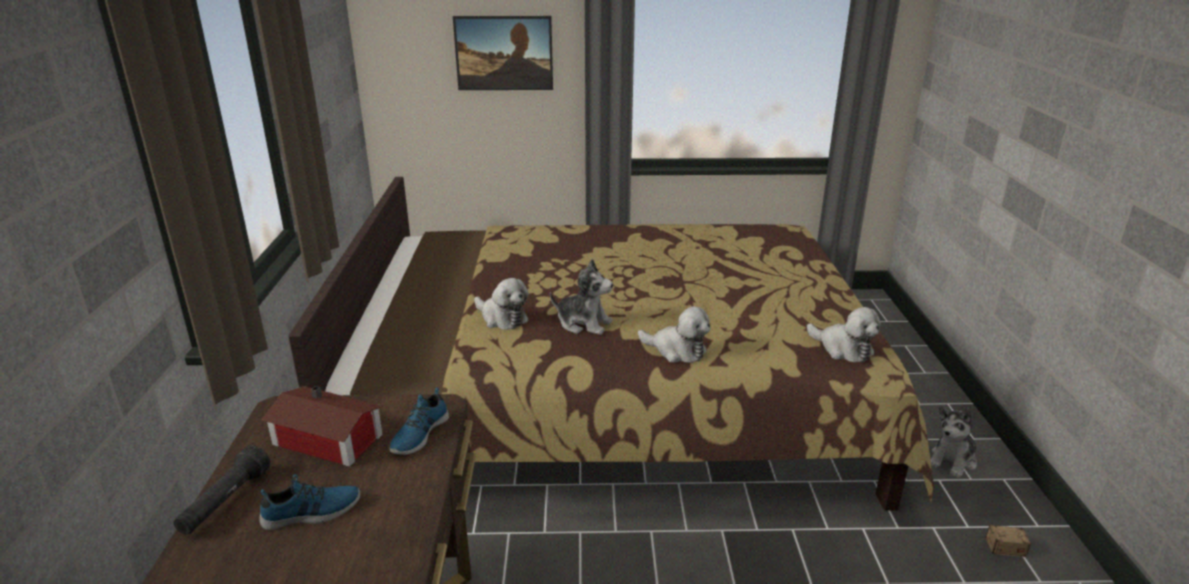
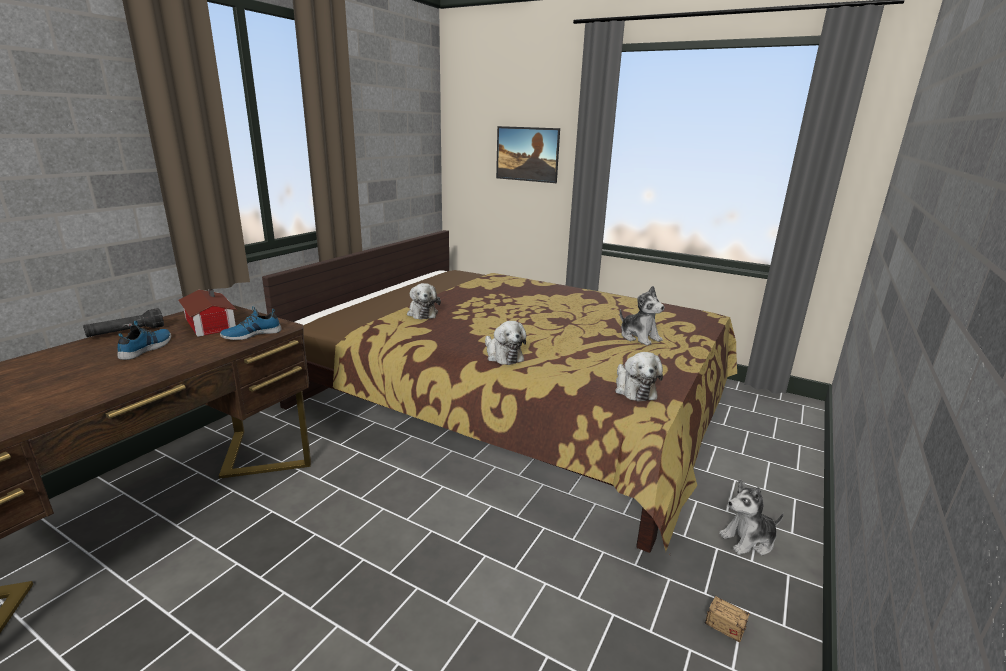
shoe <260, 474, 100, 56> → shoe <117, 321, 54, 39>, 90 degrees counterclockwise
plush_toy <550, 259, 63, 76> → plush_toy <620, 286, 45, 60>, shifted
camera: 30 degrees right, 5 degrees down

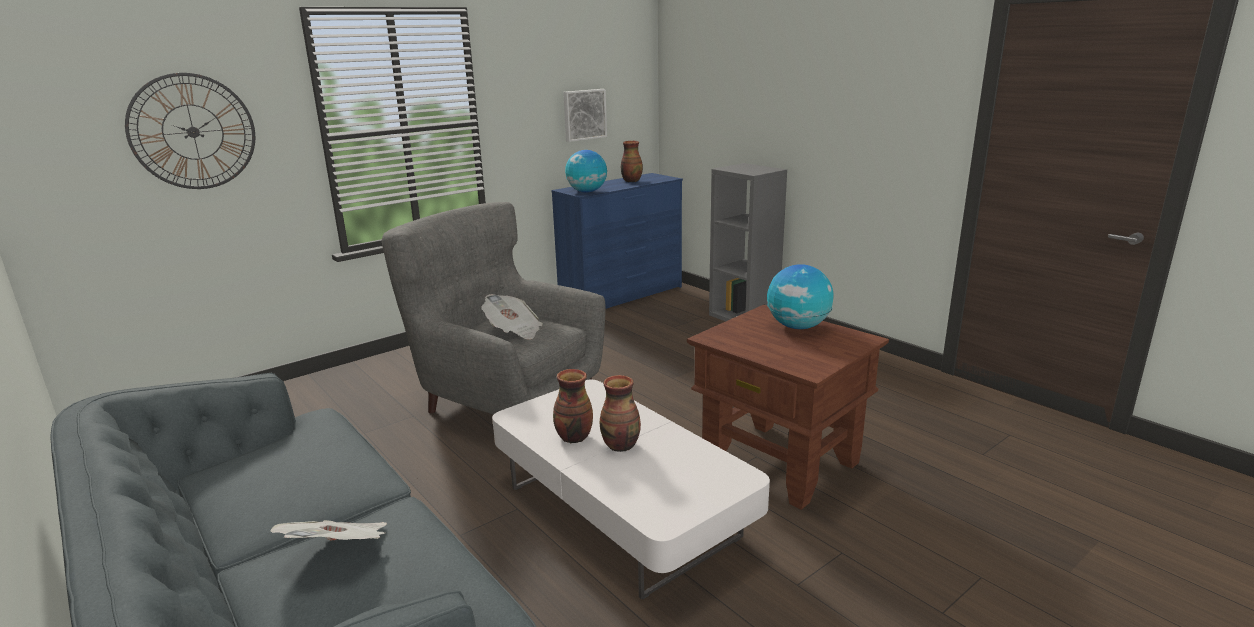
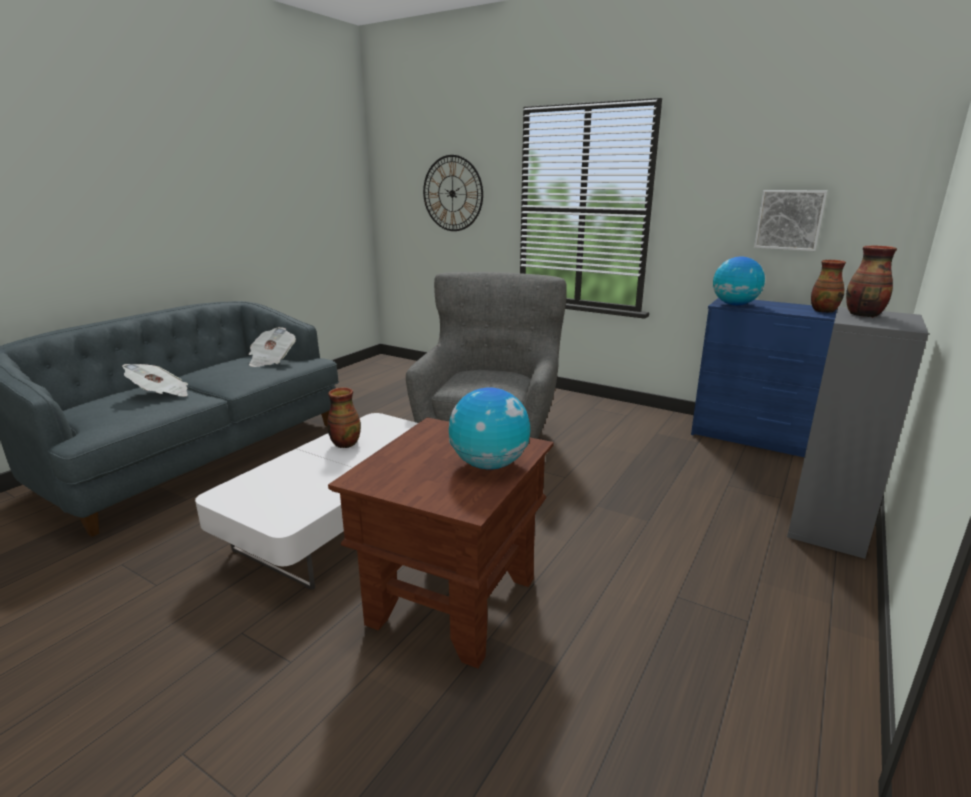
newspaper <481, 294, 62, 45> → newspaper <249, 327, 47, 40>, shifted
decorative_vase <600, 375, 41, 77> → decorative_vase <846, 245, 51, 73>, shifted
camera: 70 degrees right, 0 degrees up

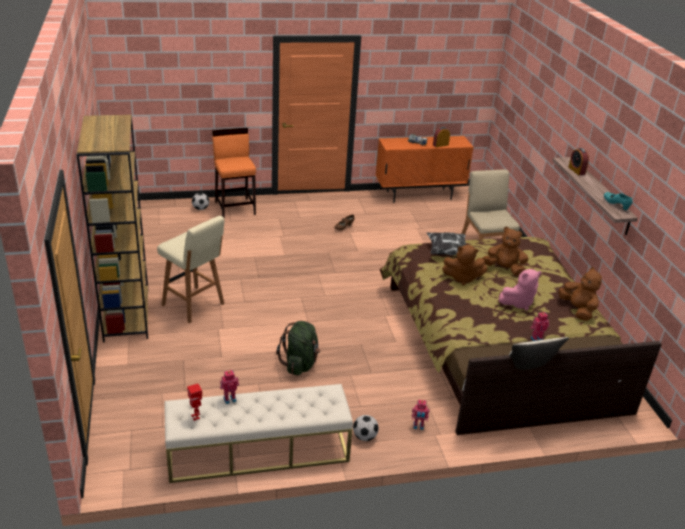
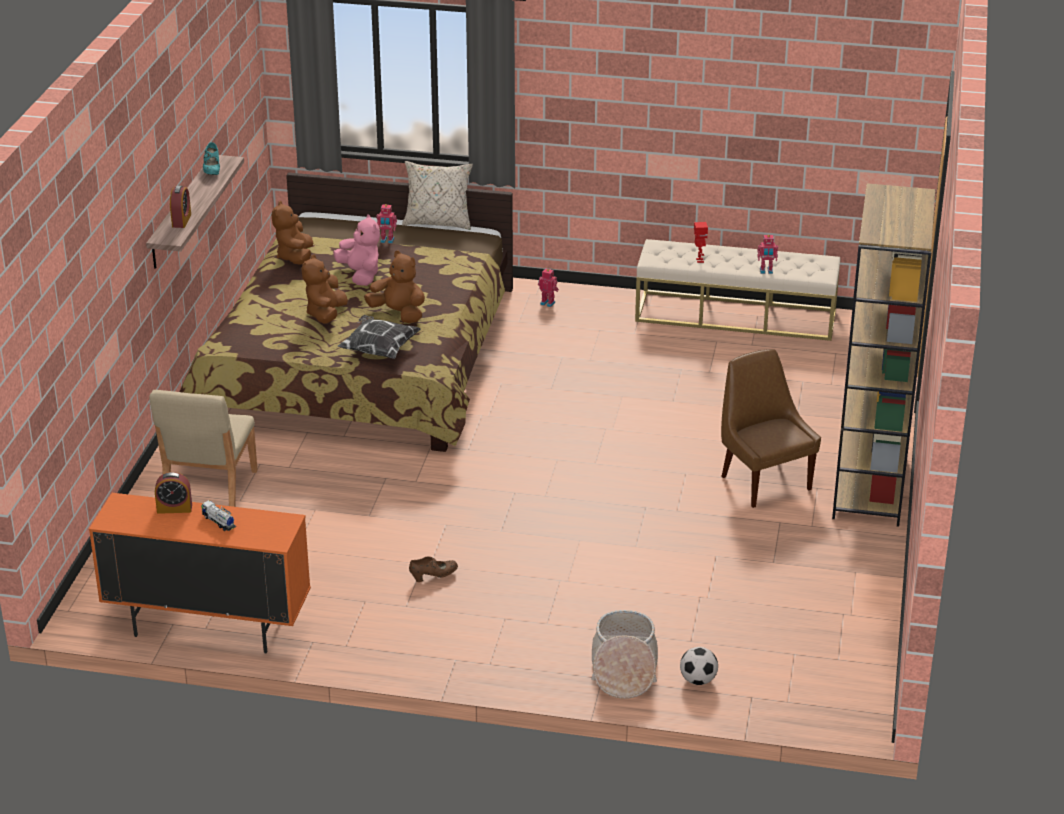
beige-coloured_sitting_stool <157, 216, 68, 107> → brownish_upright_chair <721, 349, 100, 159>
model_robot <187, 384, 15, 37> → model_robot <694, 222, 14, 41>, shifted
orange-coloured_sitting_stool <212, 128, 44, 89> → basket <591, 610, 67, 89>
green-coloured_knapsack <276, 321, 45, 54> → -
ball_for_football <353, 415, 26, 26> → -
brownish_plush_toy <482, 227, 46, 49> → brownish_plush_toy <301, 255, 47, 68>, 60 degrees clockwise
pink-coloured_plush_toy <498, 269, 44, 42> → pink-coloured_plush_toy <333, 214, 47, 72>, 60 degrees clockwise
camera: 155 degrees left, 0 degrees up

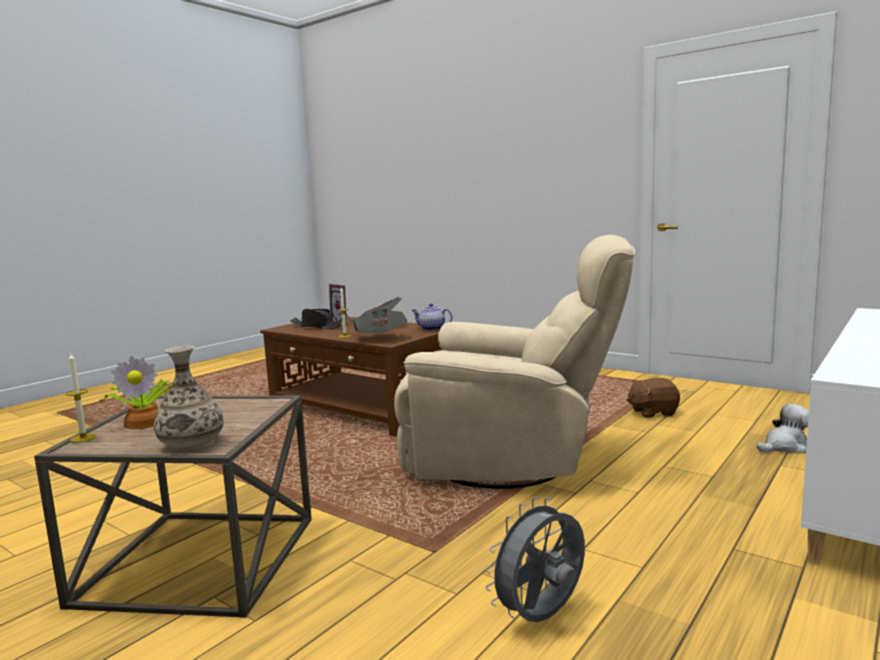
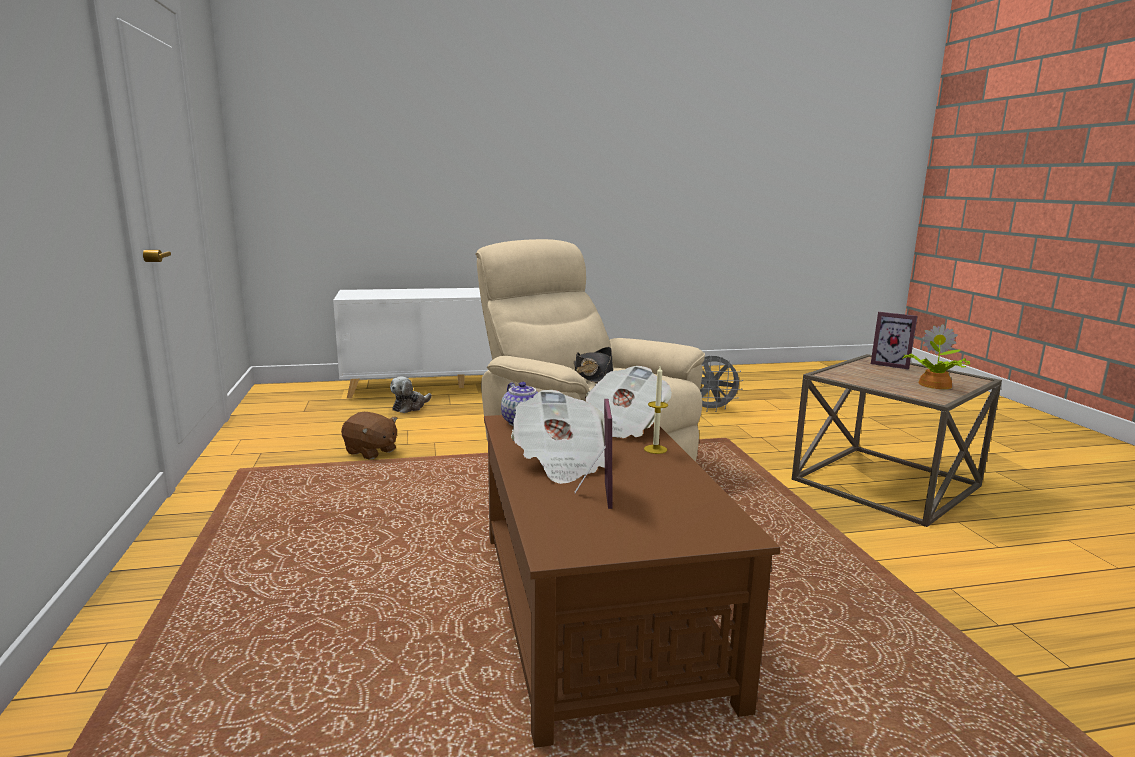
wax_light <65, 352, 32, 90> → -
decorative_vase <154, 345, 70, 108> → picture_frame <871, 312, 47, 58>
blackish_clothing_hat <290, 309, 52, 20> → blackish_clothing_hat <574, 347, 39, 36>, shifted
plush_toy <757, 404, 52, 49> → plush_toy <390, 376, 42, 37>, 75 degrees counterclockwise
camera: 140 degrees left, 5 degrees up

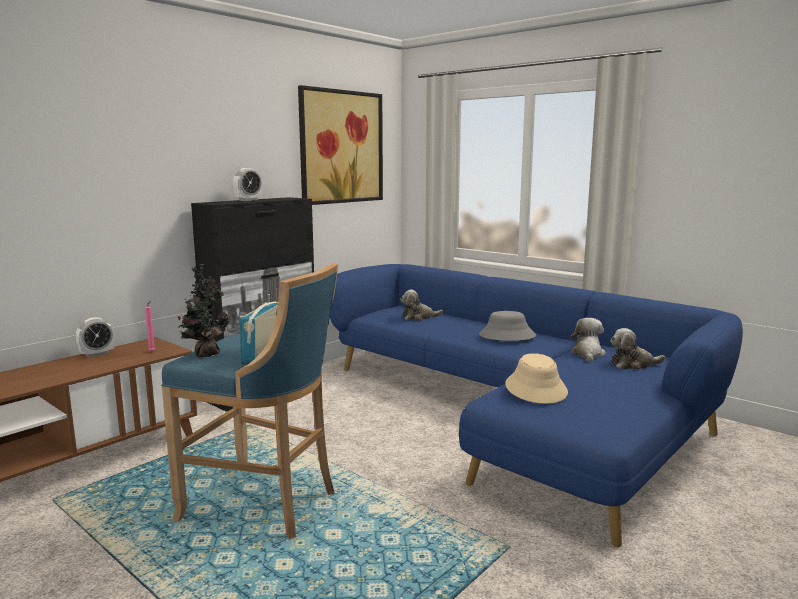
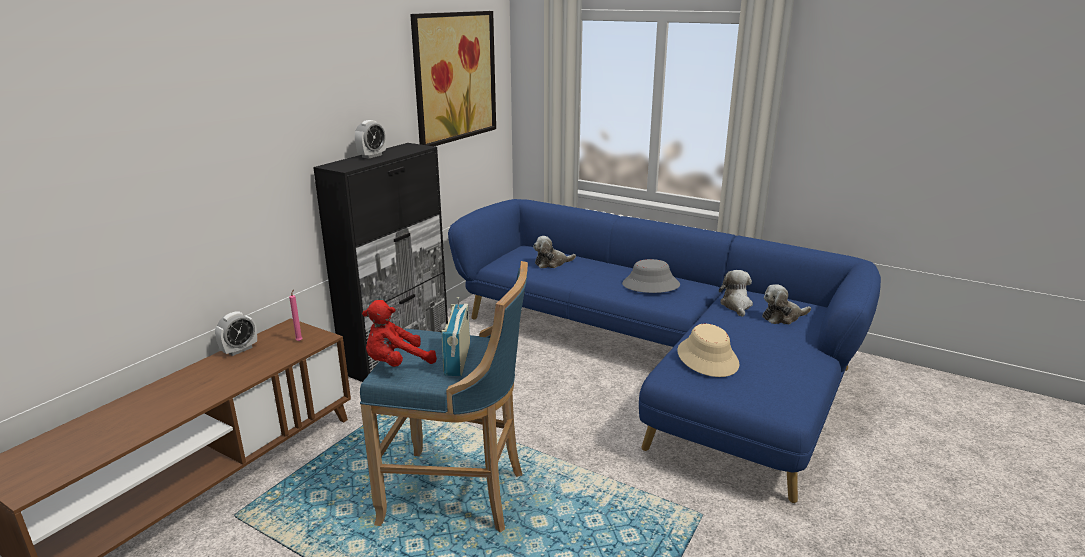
houseplant <178, 264, 51, 93> → red_plush_toy <362, 300, 75, 67>
camera: 10 degrees left, 10 degrees up

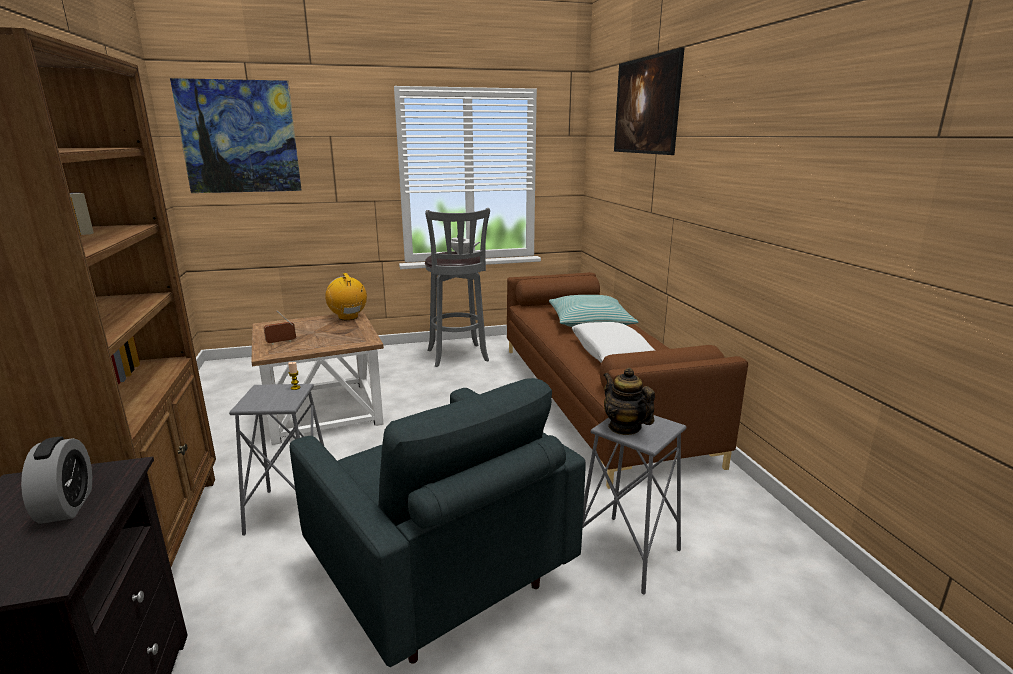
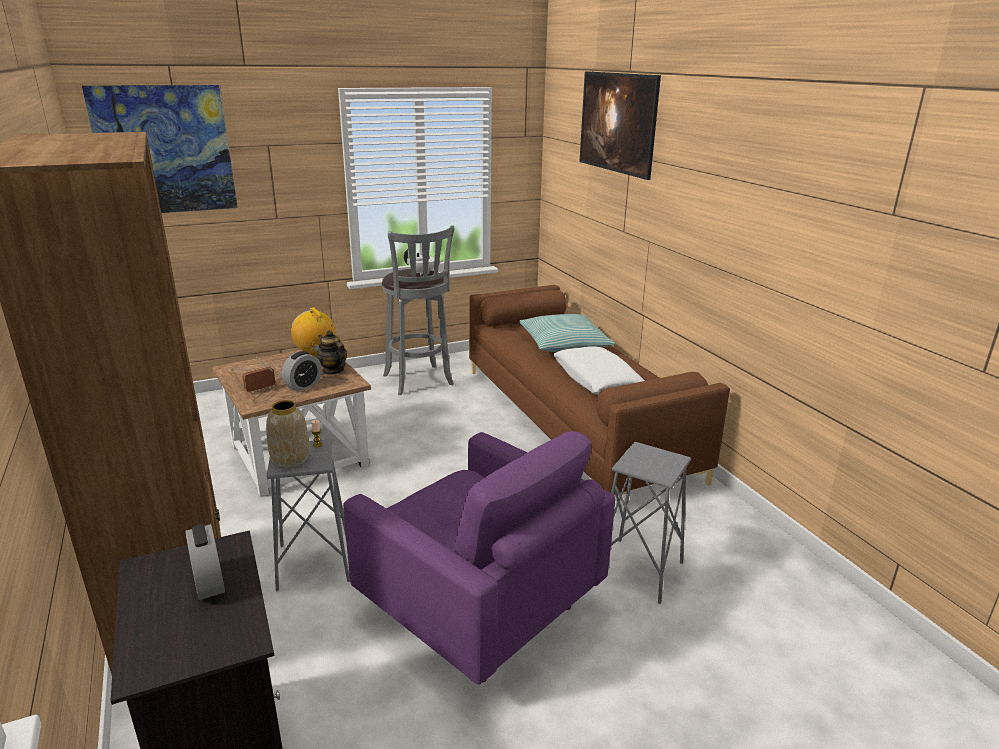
grey_easy_chair <289, 378, 297, 289> → purple_easy_chair <343, 431, 272, 254>
pot_for_tea <603, 367, 52, 68> → pot_for_tea <316, 330, 31, 45>, shifted
- → decorative_vase <266, 400, 44, 68>
- → alarm_clock <282, 351, 40, 40>
camera: 10 degrees left, 5 degrees up

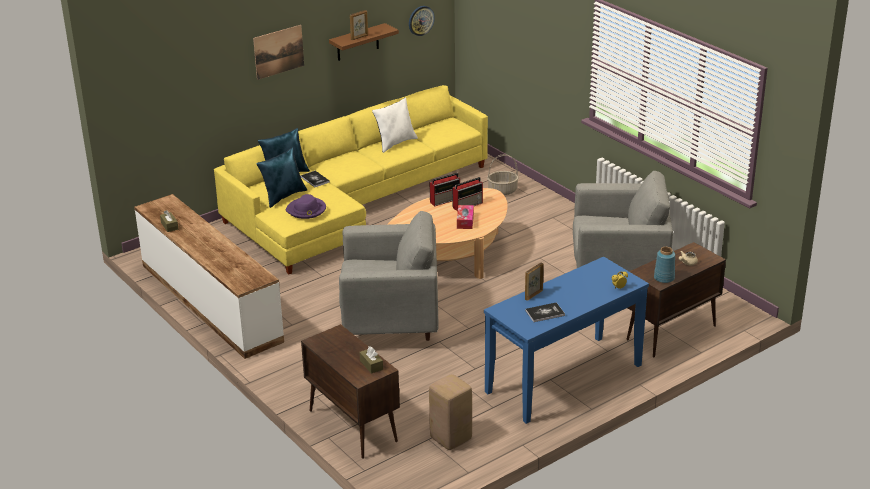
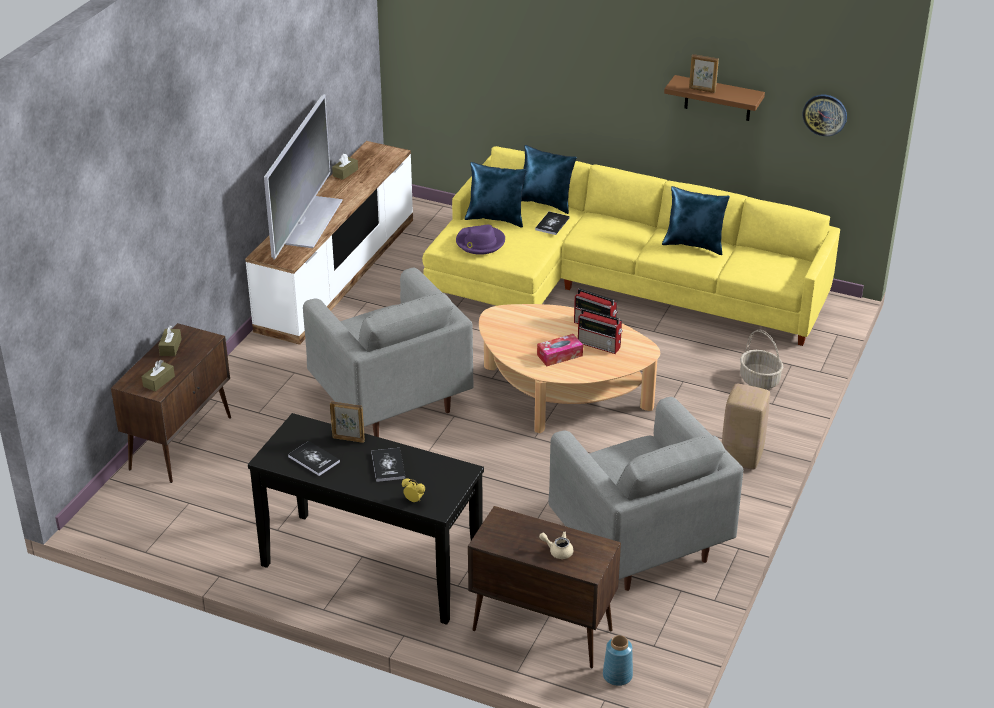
wall_picture <253, 25, 51, 55> → -
whitish_cushion <372, 97, 46, 56> → bluish_cushion <662, 186, 68, 69>
beige-coloured_sitting_stool <429, 374, 43, 76> → beige-coloured_sitting_stool <722, 384, 48, 85>, shifted
bluish_narrow_table <484, 257, 165, 167> → blackish_narrow_table <248, 413, 236, 212>
bluish_decorative_vase <654, 247, 21, 36> → bluish_decorative_vase <603, 635, 30, 51>, shifted
- → brownish_tissue_holder <158, 326, 24, 30>
- → TV <264, 94, 79, 166>
- → volume <371, 448, 35, 34>
camera: 60 degrees right, 5 degrees up

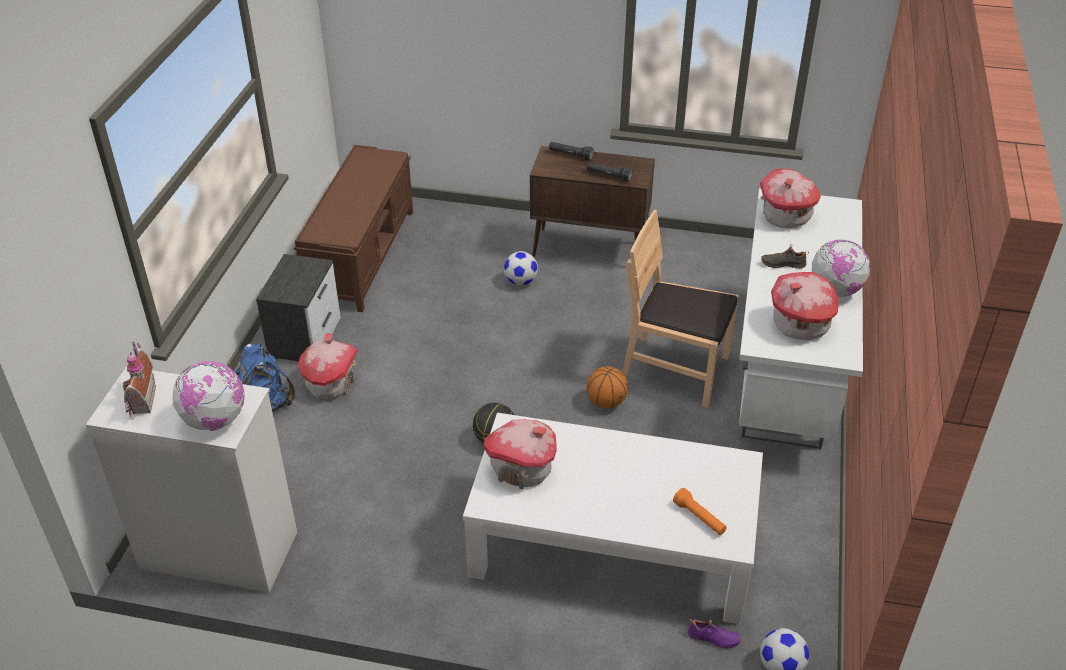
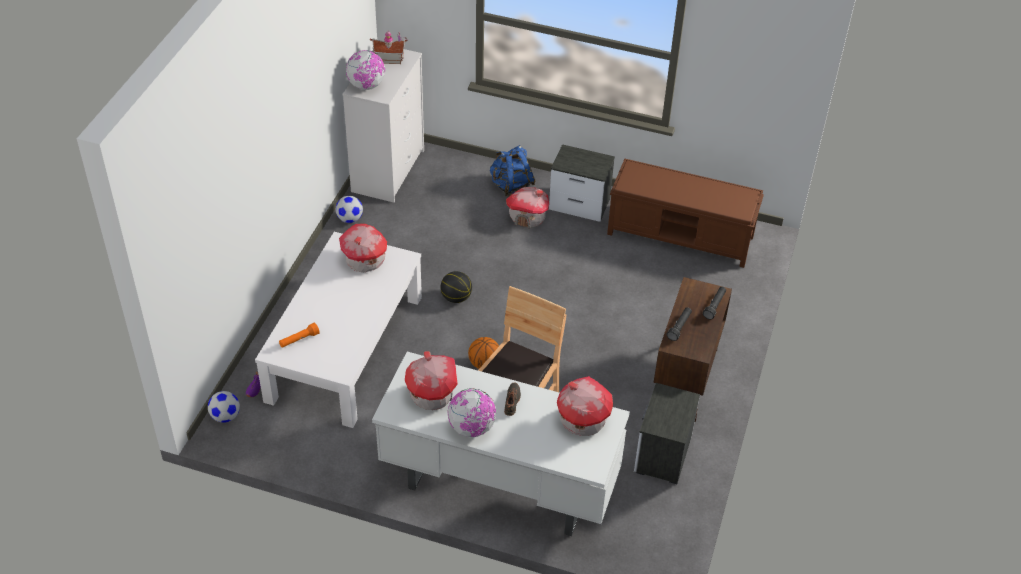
ball_for_football <504, 251, 34, 35> → ball_for_football <336, 196, 27, 27>, shifted
- → bedside_table <634, 383, 66, 101>
camera: 95 degrees right, 5 degrees up

